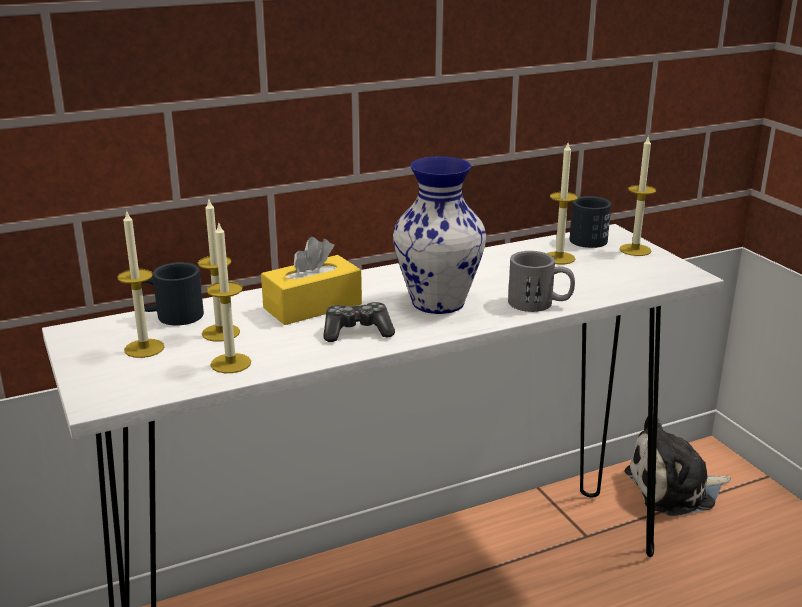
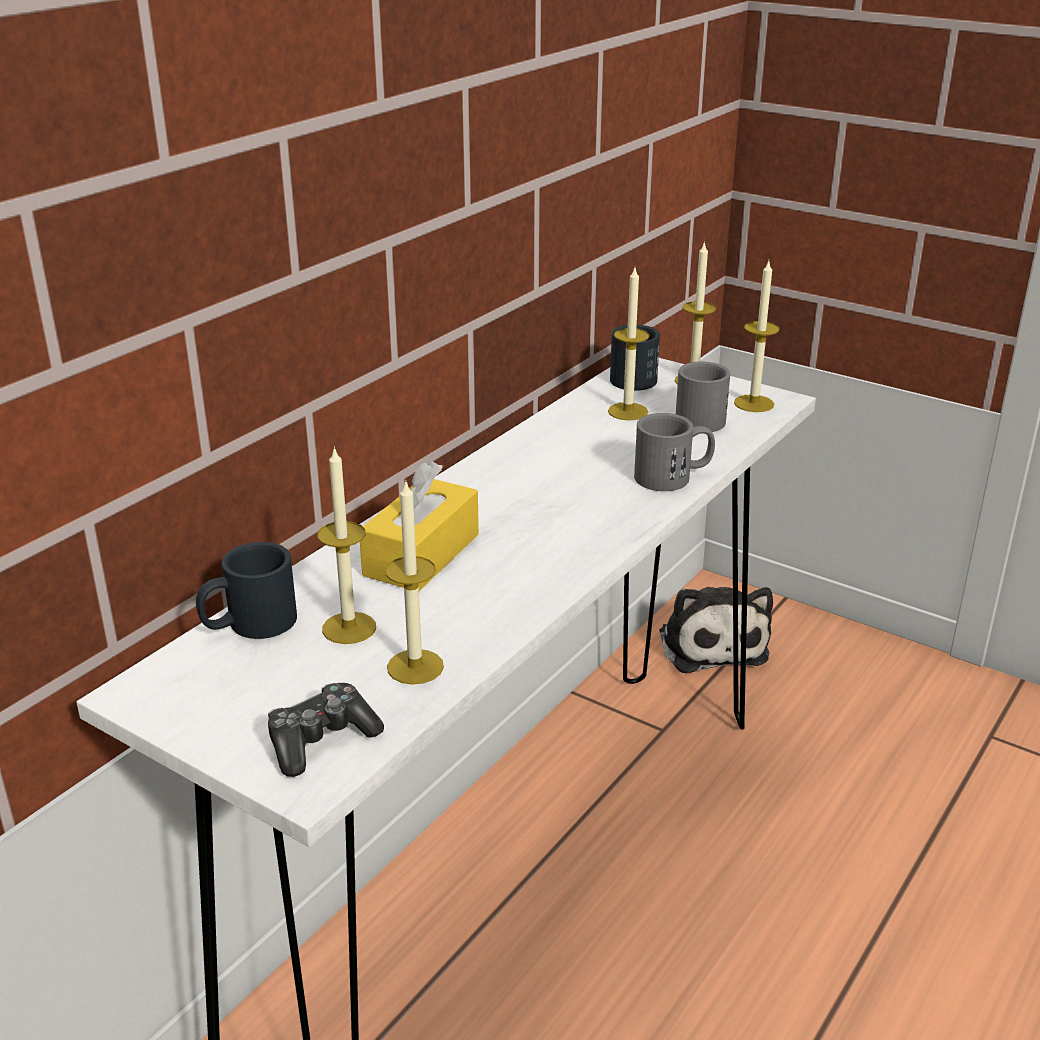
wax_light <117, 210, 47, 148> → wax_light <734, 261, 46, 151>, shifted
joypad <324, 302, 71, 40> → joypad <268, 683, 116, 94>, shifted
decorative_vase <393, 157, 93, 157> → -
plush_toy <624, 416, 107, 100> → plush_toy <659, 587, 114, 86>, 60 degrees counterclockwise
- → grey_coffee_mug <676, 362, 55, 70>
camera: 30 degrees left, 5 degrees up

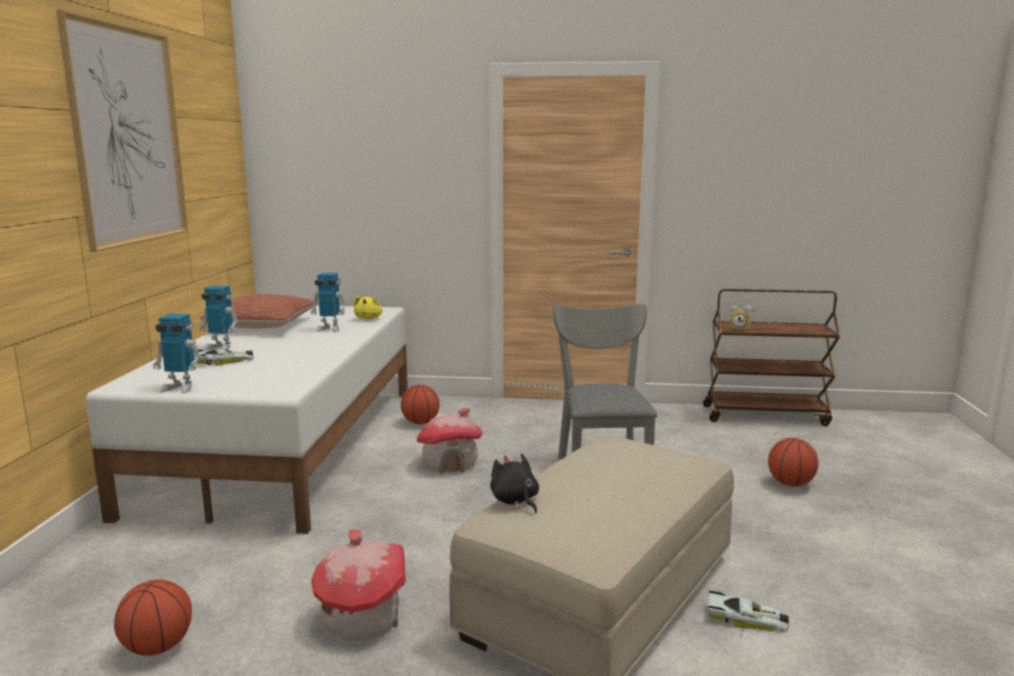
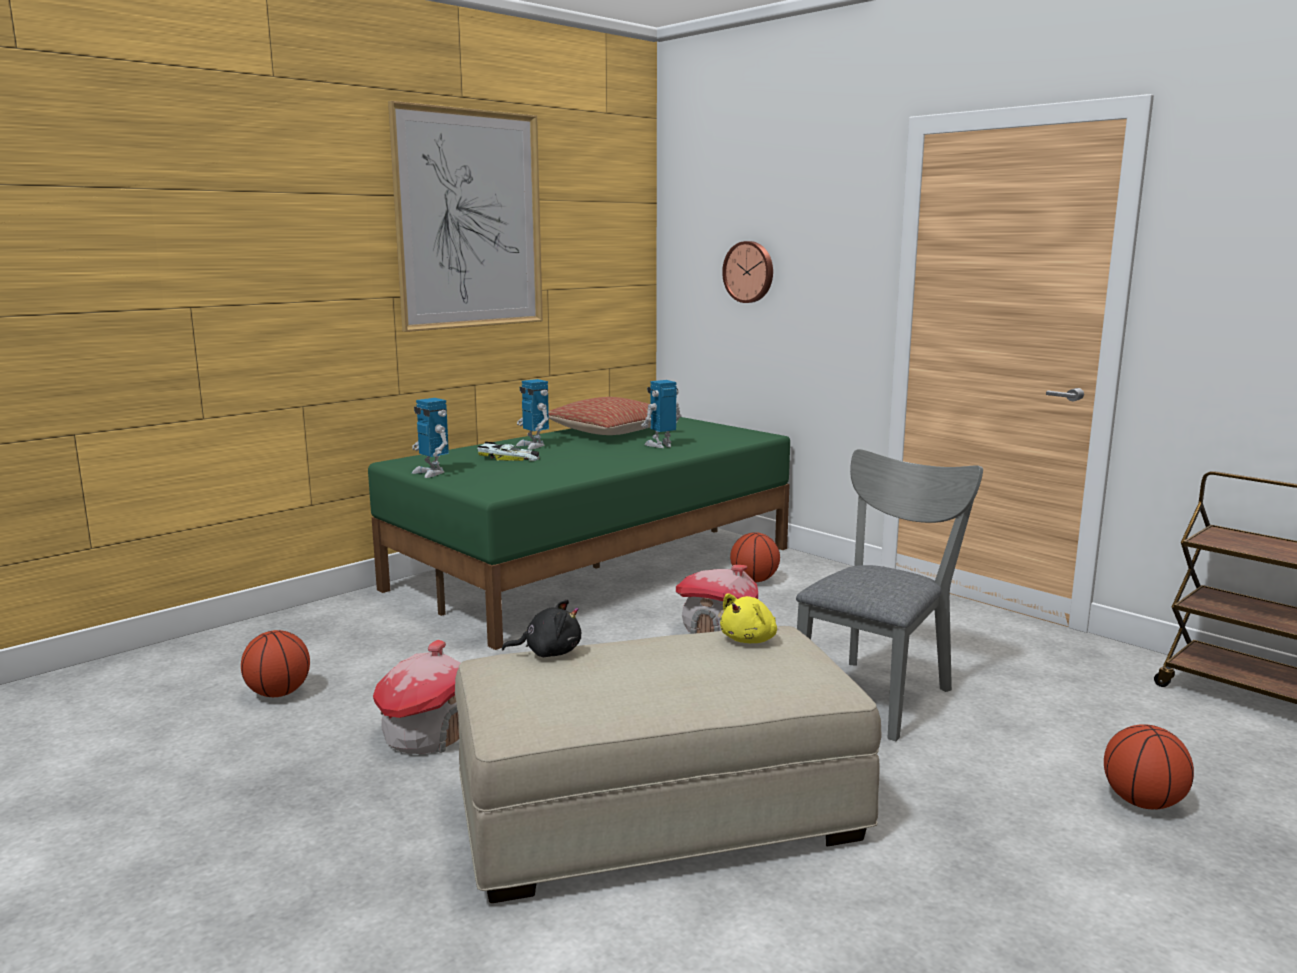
whitish_bedroom_bed <86, 305, 322, 229> → green-coloured_bedroom_bed <368, 417, 422, 233>
model_robot <311, 273, 36, 59> → model_robot <641, 380, 40, 68>, 105 degrees clockwise
yellow-coloured_plush_toy <354, 296, 28, 23> → yellow-coloured_plush_toy <720, 593, 57, 50>, shifted
blackish_plush_toy <490, 454, 49, 59> → blackish_plush_toy <502, 599, 79, 58>, 75 degrees clockwise
toy_car <709, 591, 80, 41> → -
alarm_clock <730, 298, 24, 33> → -
- → clock_on_the_wall <722, 241, 51, 62>
camera: 40 degrees right, 0 degrees up

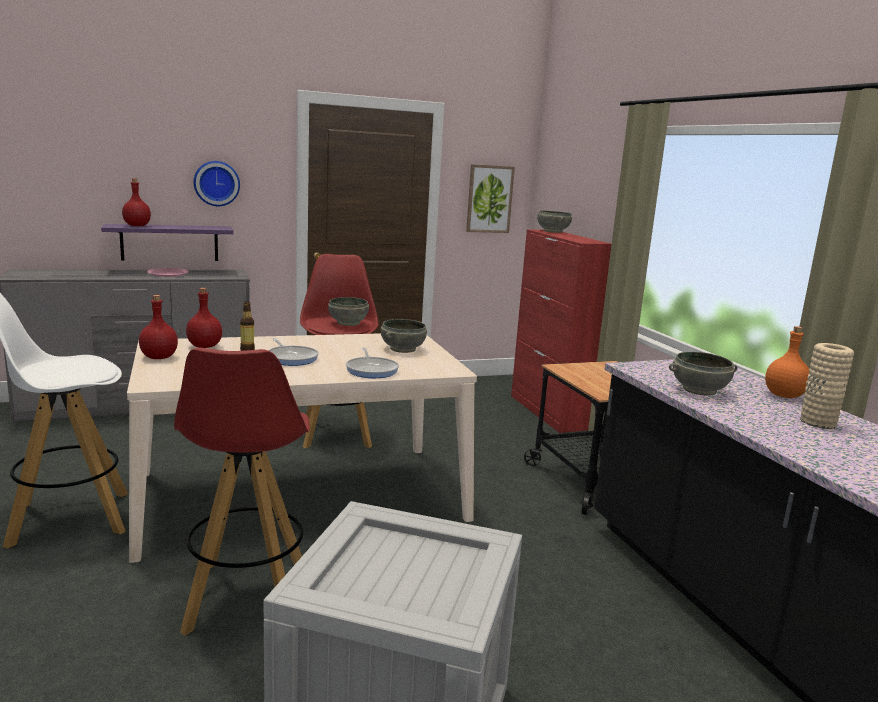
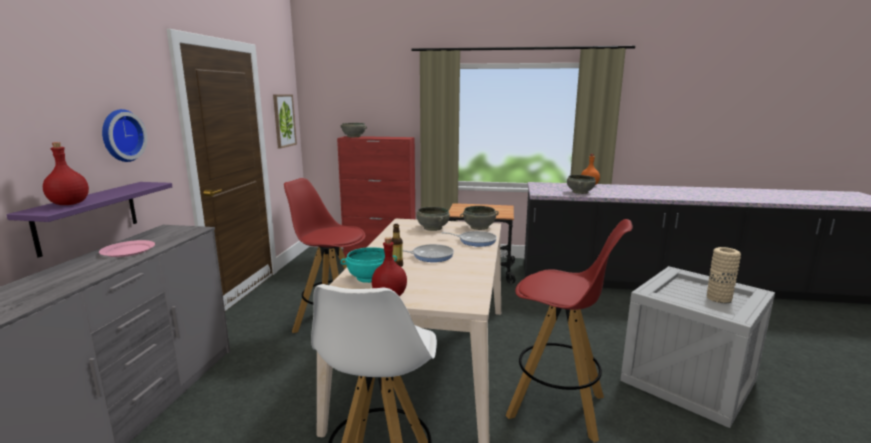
red_bottle <186, 288, 36, 60> → turquoise-coloured_bowl <341, 247, 56, 36>
grey_bowl <328, 297, 41, 29> → grey_bowl <460, 206, 39, 24>, shifted
beige-coloured_decorative_vase <800, 343, 54, 86> → beige-coloured_decorative_vase <707, 247, 34, 56>, shifted
camera: 60 degrees left, 0 degrees up

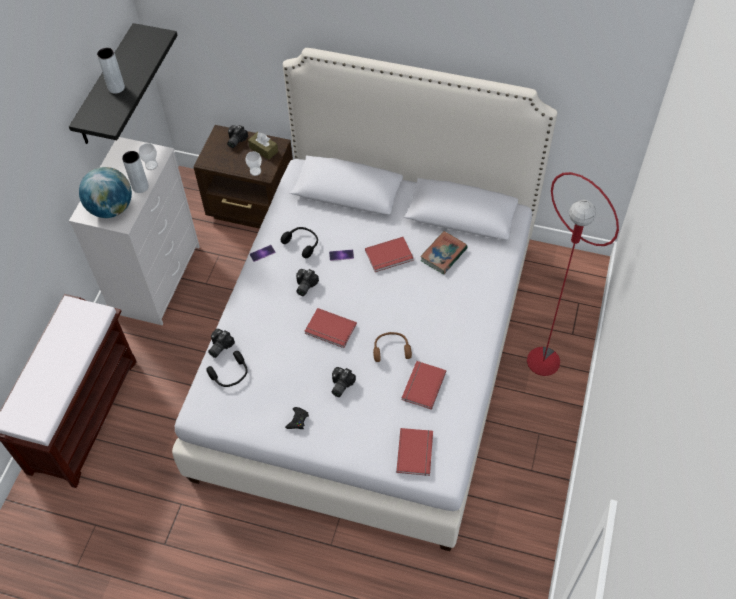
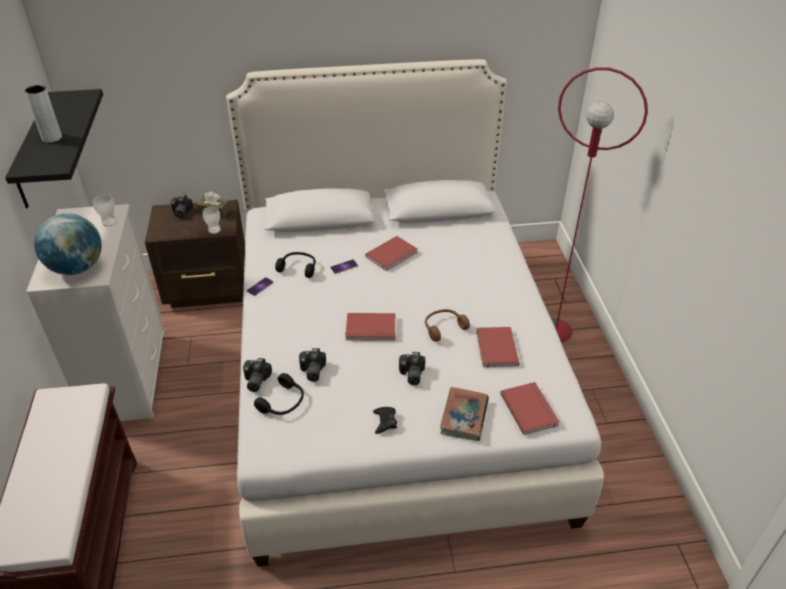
grey_decorative_vase <122, 151, 27, 42> → -
photo_camera <296, 269, 23, 27> → photo_camera <299, 348, 27, 34>, shifted
volume <420, 231, 48, 43> → volume <440, 387, 49, 54>, shifted
camera: 25 degrees left, 15 degrees down

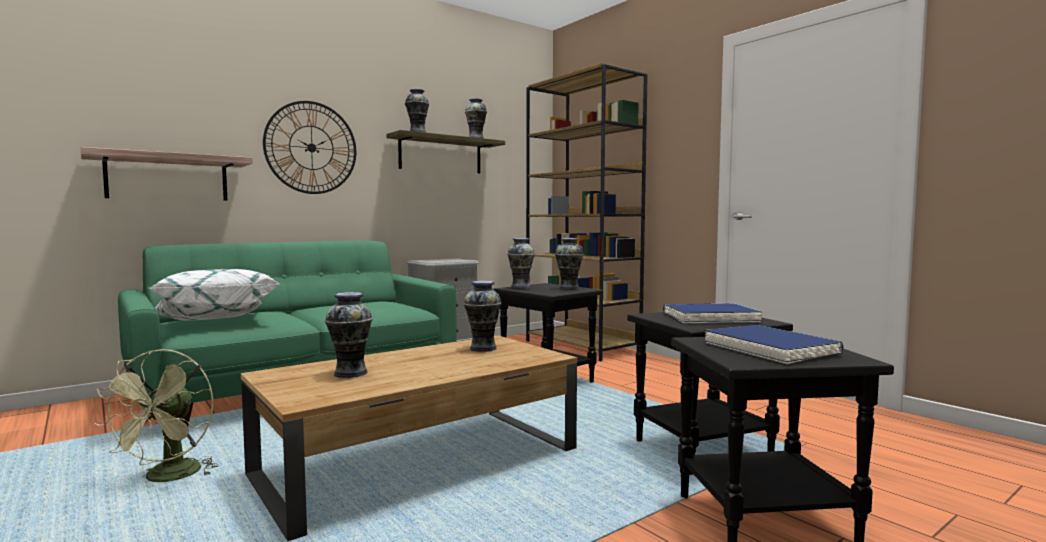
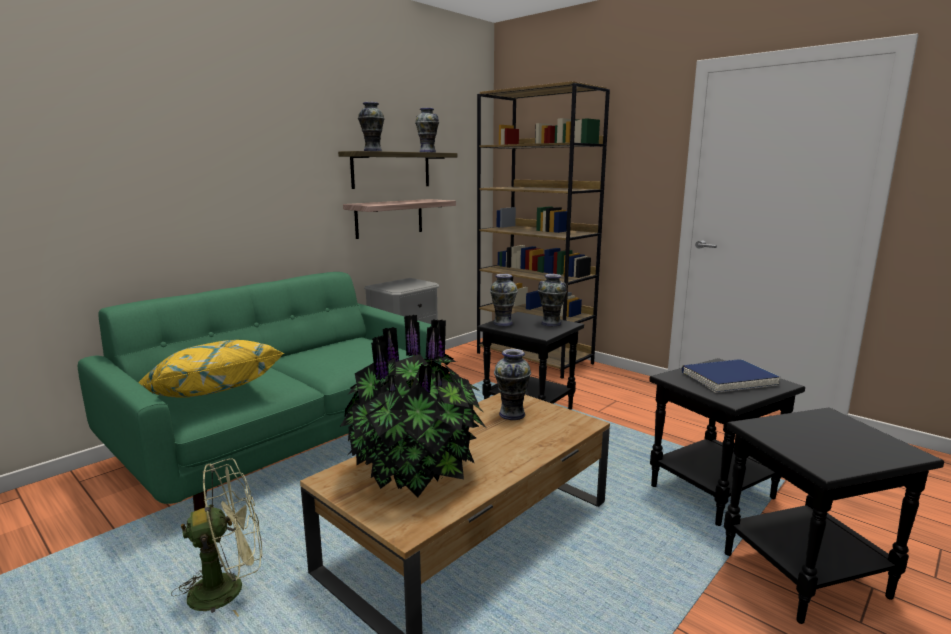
bracket_shelf <81, 147, 172, 54> → bracket_shelf <343, 199, 113, 40>, shifted
green-coloured_electric_fan <94, 349, 124, 133> → green-coloured_electric_fan <171, 458, 91, 159>, 105 degrees counterclockwise
whitish_cushion <148, 269, 132, 52> → yellow-coloured_cushion <138, 340, 146, 58>
clock_on_the_wall <263, 101, 93, 93> → -
decorative_vase <325, 292, 48, 86> → houseplant <340, 315, 146, 182>
bluish_volume <704, 325, 139, 40> → -
camera: 10 degrees left, 10 degrees up

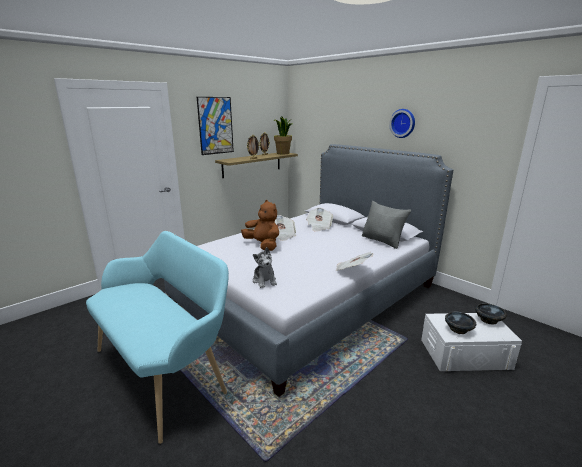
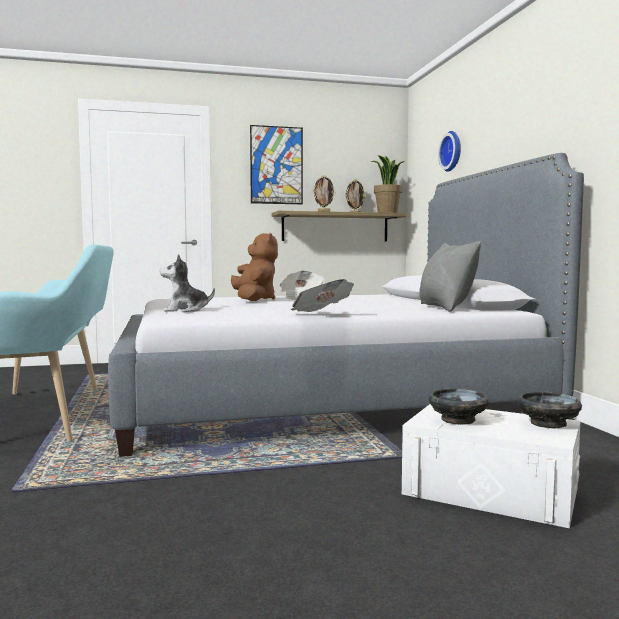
plush_toy <253, 247, 24, 41> → plush_toy <160, 254, 55, 58>, 75 degrees clockwise
newspaper <306, 208, 27, 23> → -
clock_on_the_wall <389, 109, 26, 29> → clock_on_the_wall <438, 131, 23, 41>, shifted
camera: 30 degrees right, 15 degrees down

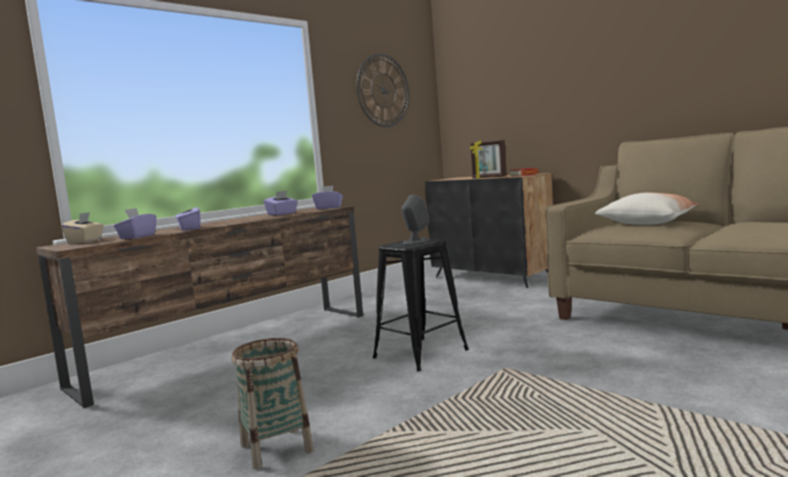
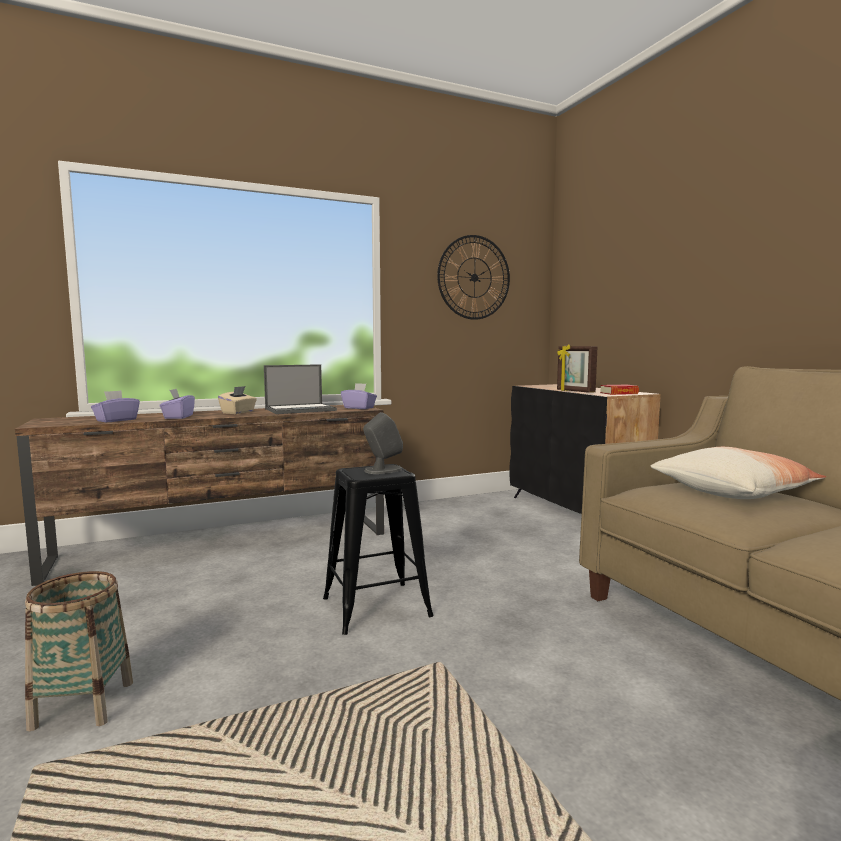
beige-coloured_tissue_holder <61, 212, 43, 32> → beige-coloured_tissue_holder <218, 386, 39, 28>, shifted
purple_tissue_holder <264, 191, 34, 24> → portable_computer <264, 364, 73, 50>
camera: 20 degrees right, 0 degrees up

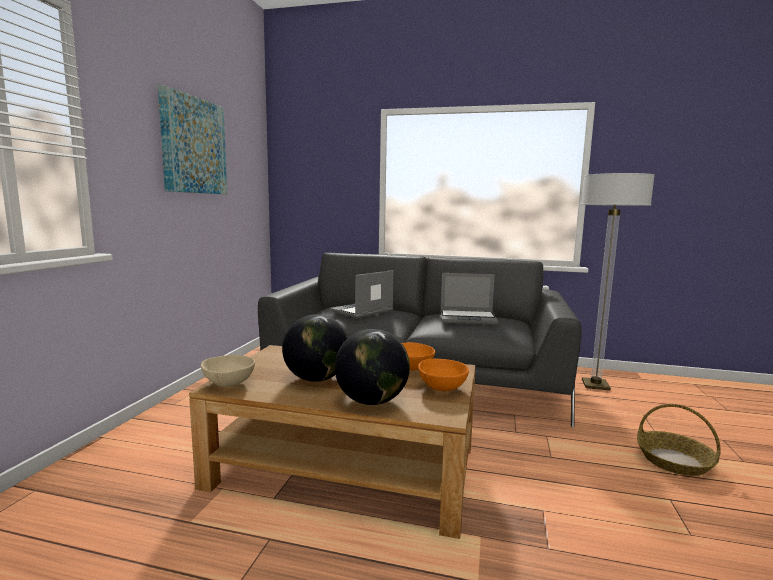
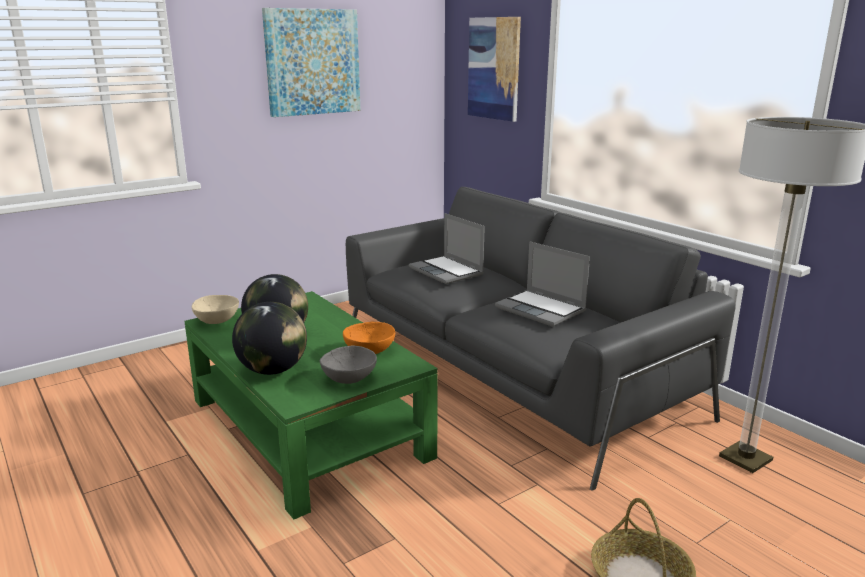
brownish_coffee_table <189, 345, 287, 194> → green-coloured_coffee_table <184, 291, 254, 228>
portable_computer <330, 270, 64, 48> → portable_computer <409, 213, 76, 71>, 120 degrees counterclockwise
orange-coloured_bowl <418, 359, 51, 32> → grey_bowl <320, 346, 57, 38>
- → wall_picture <468, 17, 53, 105>
camera: 40 degrees right, 10 degrees up

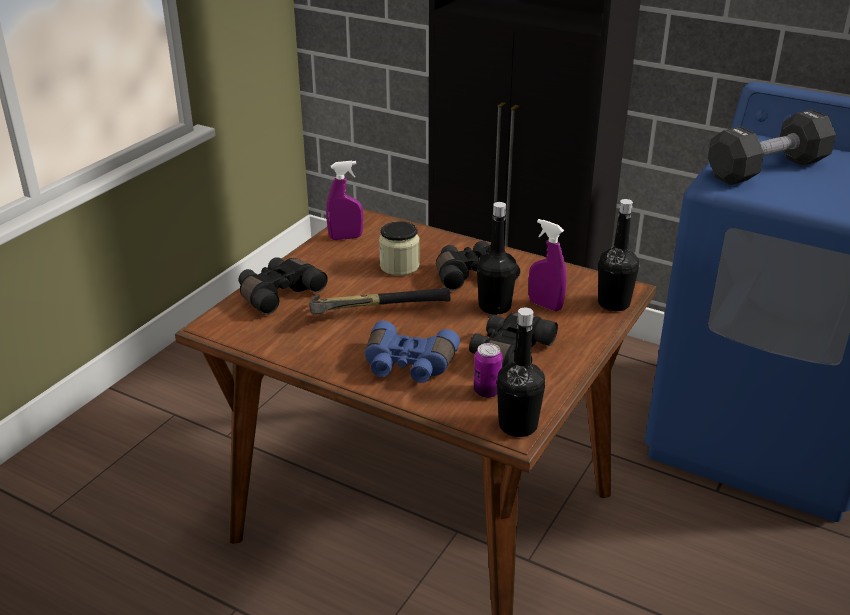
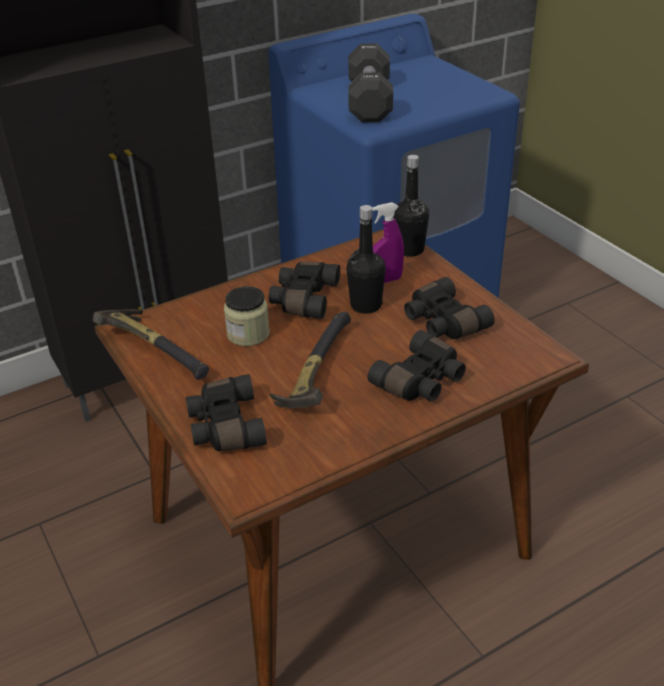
purple_hand_sprayer <326, 161, 37, 79> → tool_hammer <93, 309, 116, 71>
bluish_binoculars <365, 321, 95, 62> → blackish_binoculars <368, 330, 98, 71>
can <474, 343, 29, 55> → -
blackish_bottle <497, 308, 48, 129> → -
camera: 60 degrees left, 5 degrees up

